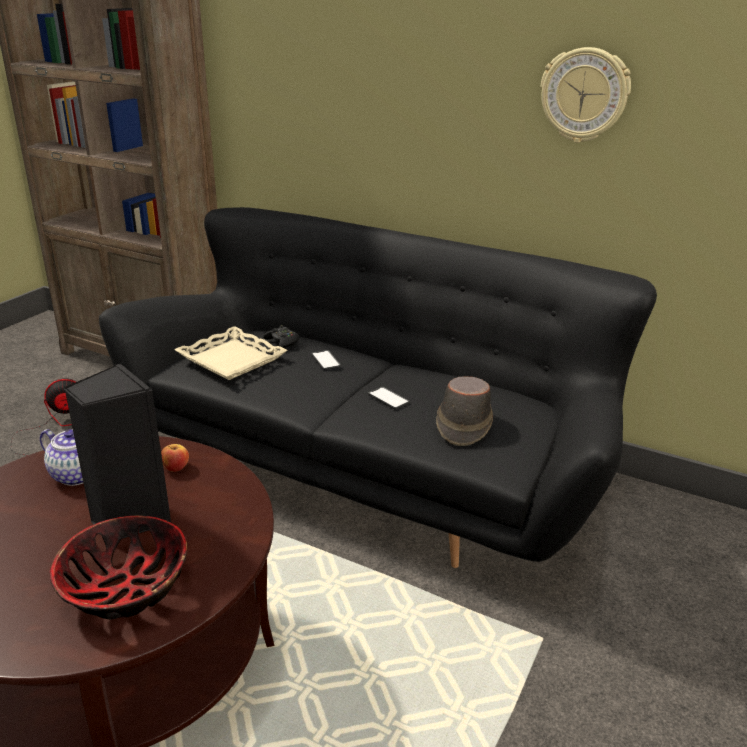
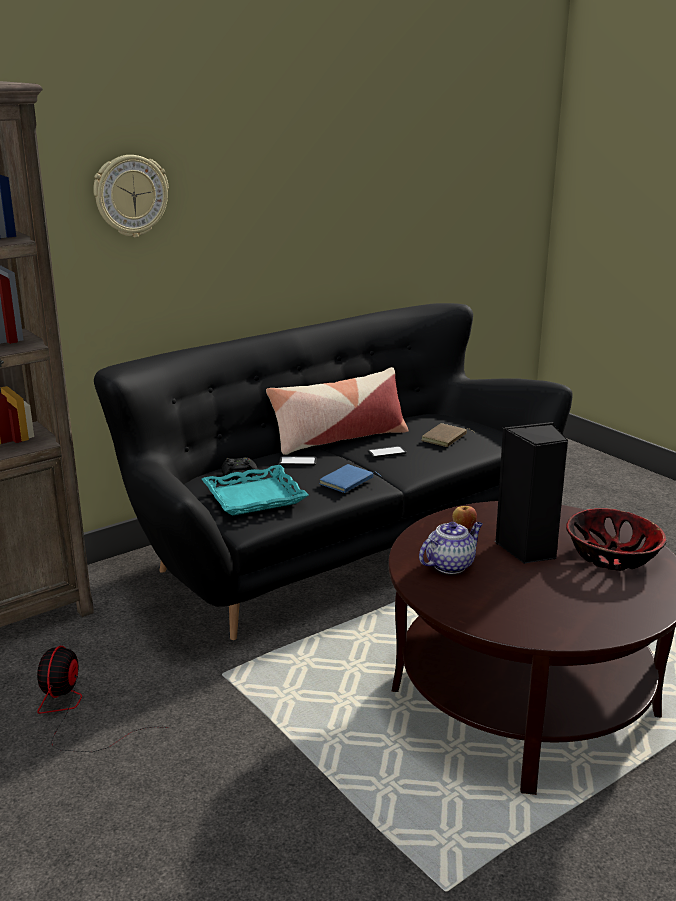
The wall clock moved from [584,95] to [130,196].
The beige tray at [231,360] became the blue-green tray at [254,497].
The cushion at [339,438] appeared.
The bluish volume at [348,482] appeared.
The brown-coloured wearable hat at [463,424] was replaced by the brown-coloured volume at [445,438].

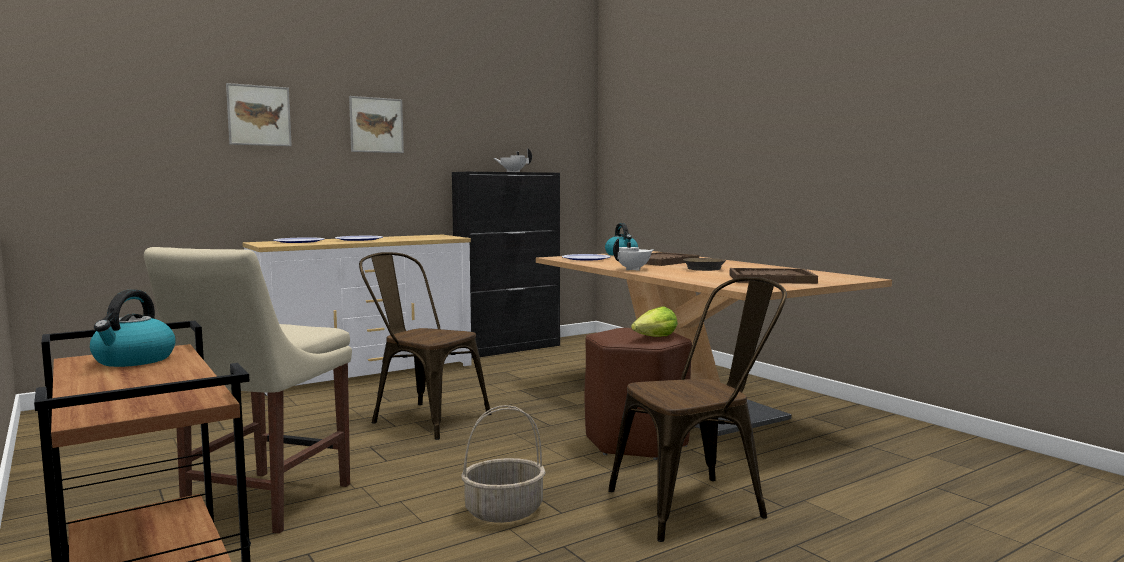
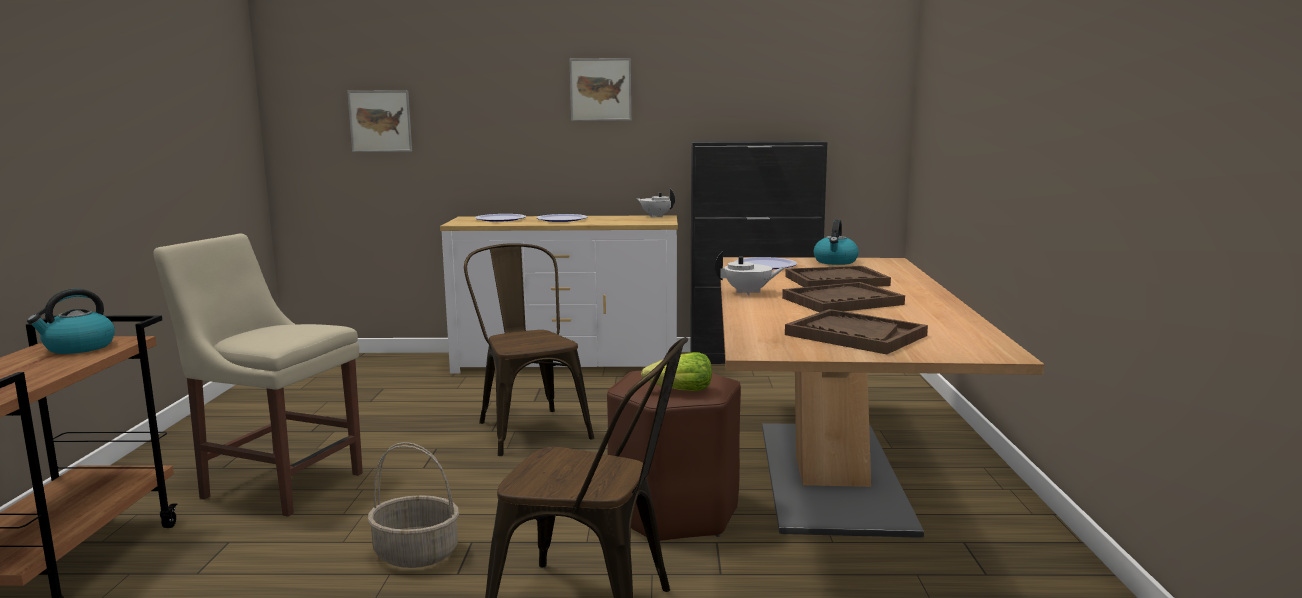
The beige upright chair at [263,504] turned 60 degrees clockwise.
The wall picture moved from [259,115] to [380,121].
The whitish teapot moved from [513,172] to [656,216].
The brown-coloured frying pan at [703,268] was replaced by the brown-coloured tray at [842,301].

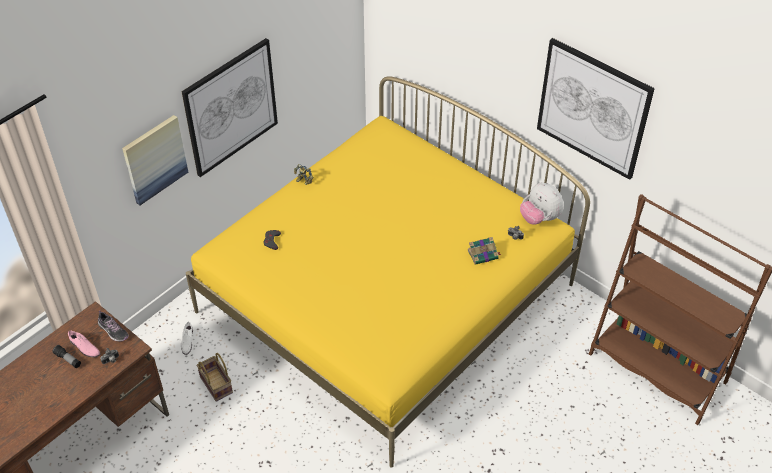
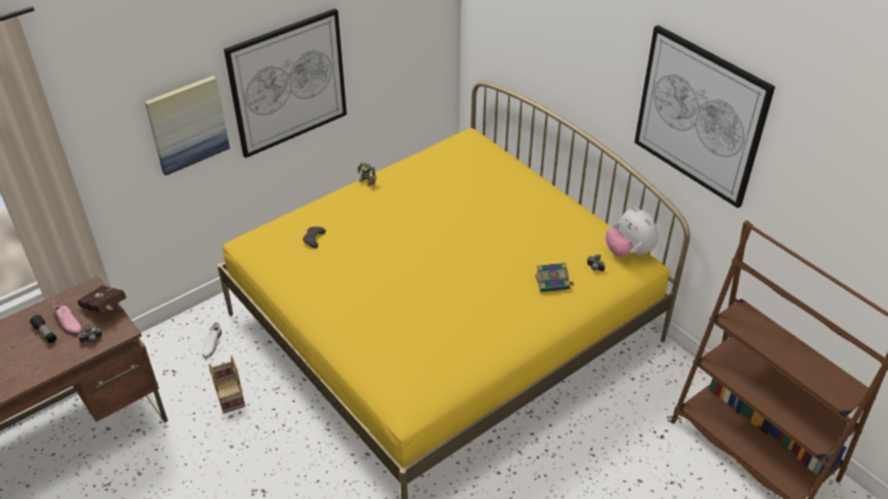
The shoe at [113,331] was replaced by the red-coloured volume at [105,309].

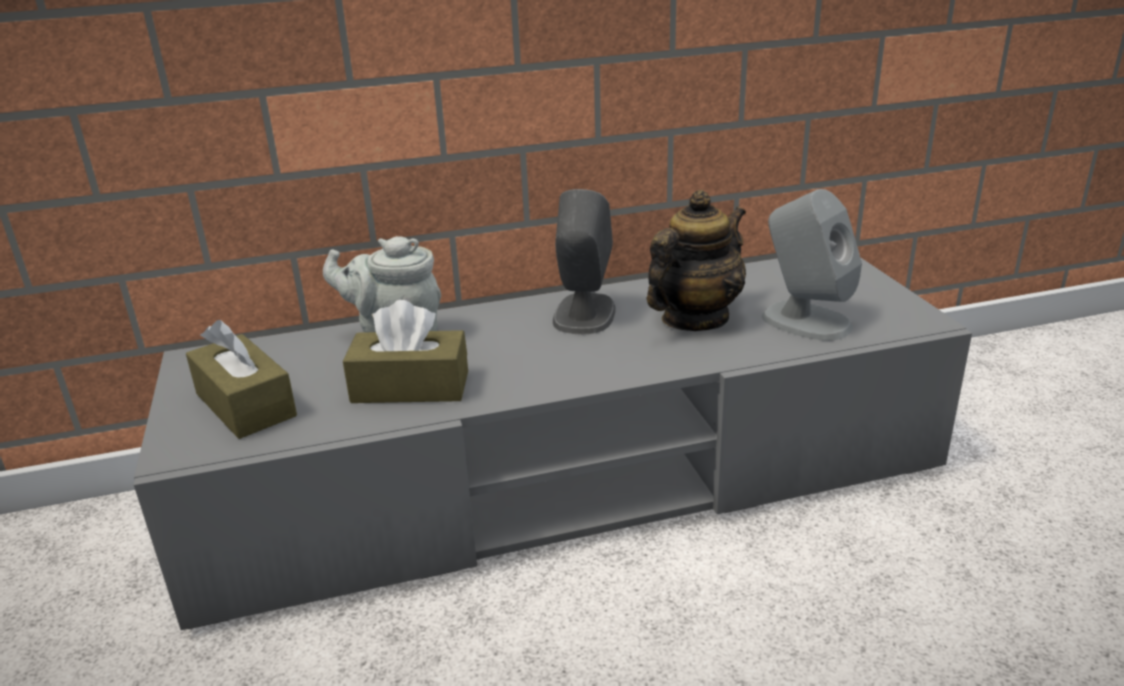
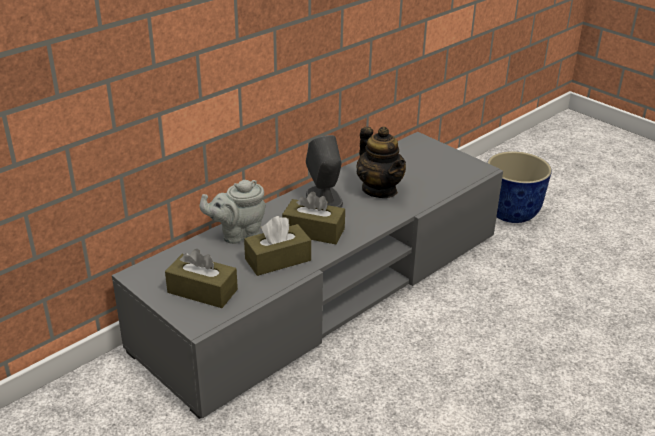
The brown-coloured box of tissues at [313,231] appeared.
The teapot at [694,319] turned 135 degrees clockwise.
The flower pot at [511,213] appeared.
The greyish audio speaker at [805,321] disappeared.

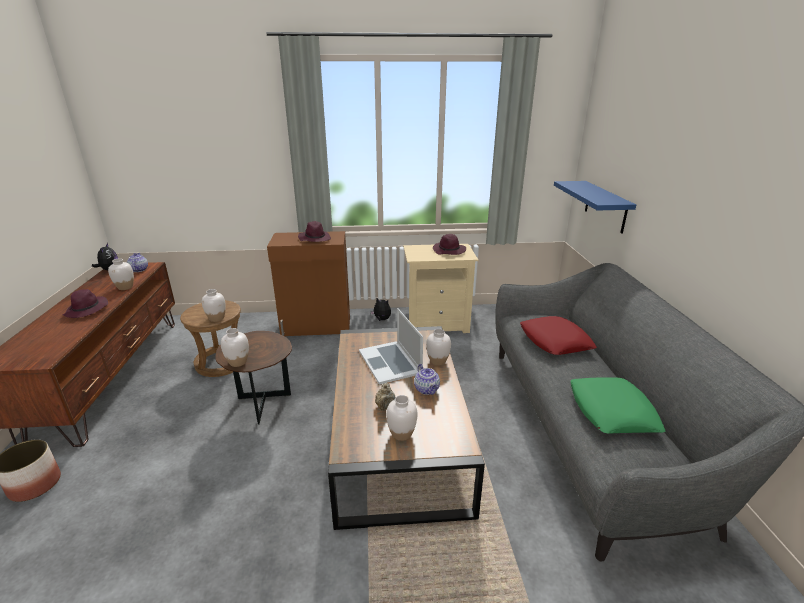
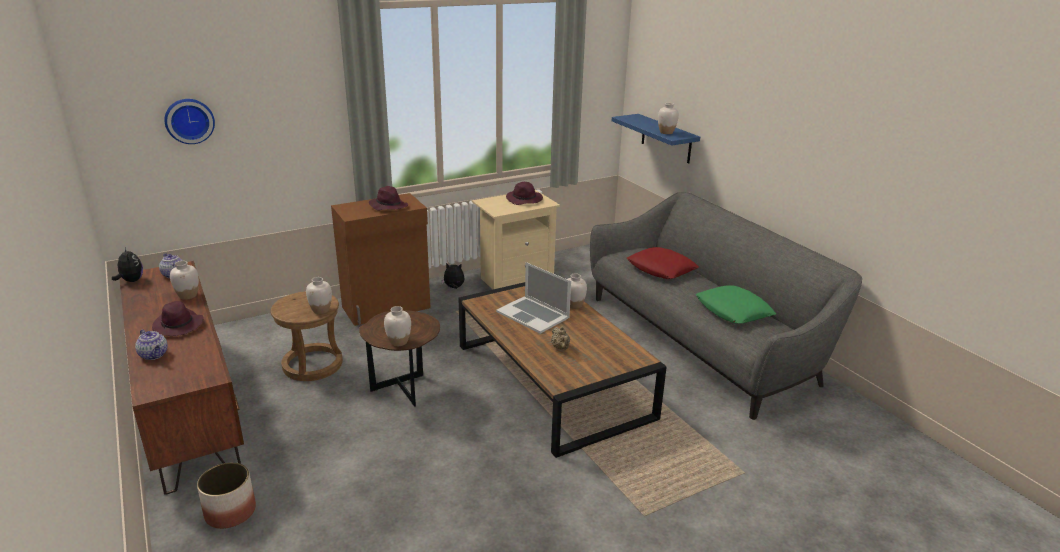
The teapot moved from [427,390] to [154,355].
The wall clock at [189,120] appeared.
The whitish decorative vase moved from [401,434] to [666,132].

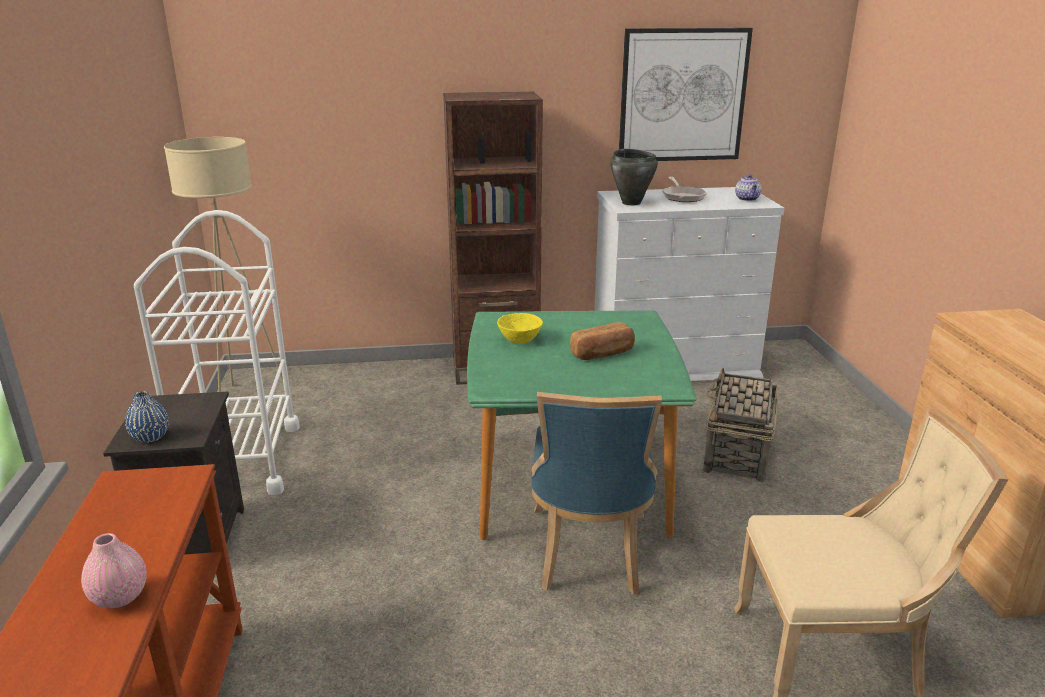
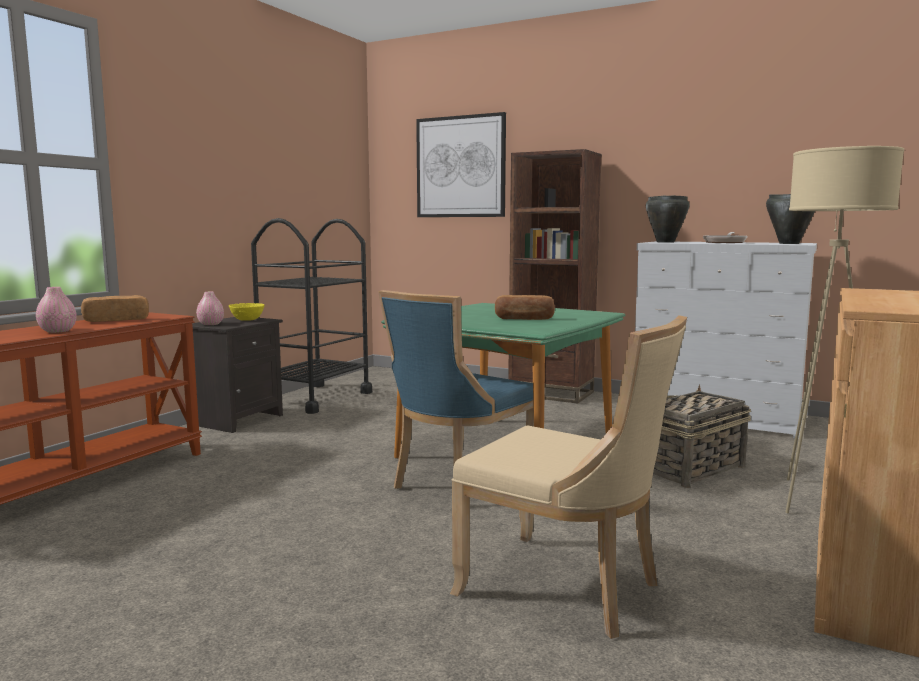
The bread at [116,320] appeared.
The bluish decorative vase at [150,437] became the pink-coloured decorative vase at [210,324].
The yellow bowl moved from [520,340] to [247,320].
The whitish cart at [240,460] became the black cart at [315,398].
The wall picture moved from [682,96] to [460,167].
The teapot at [747,199] was replaced by the black saucepot at [789,243].
The beige standing lamp moved from [246,400] to [815,499].

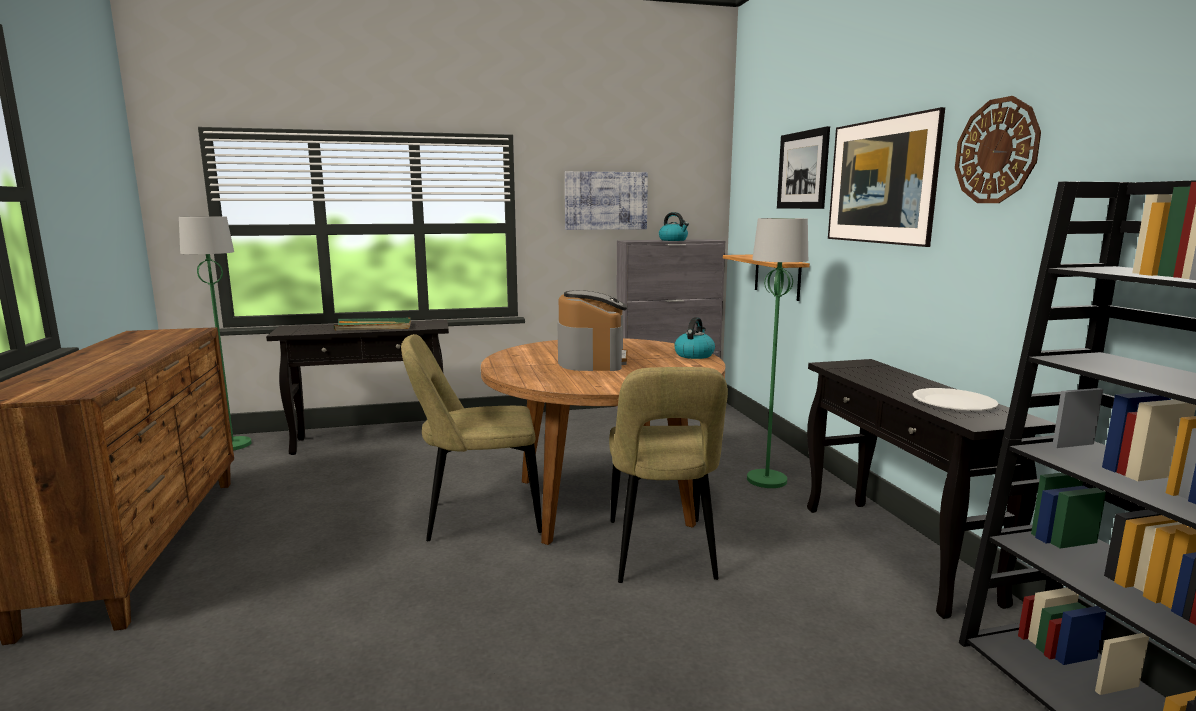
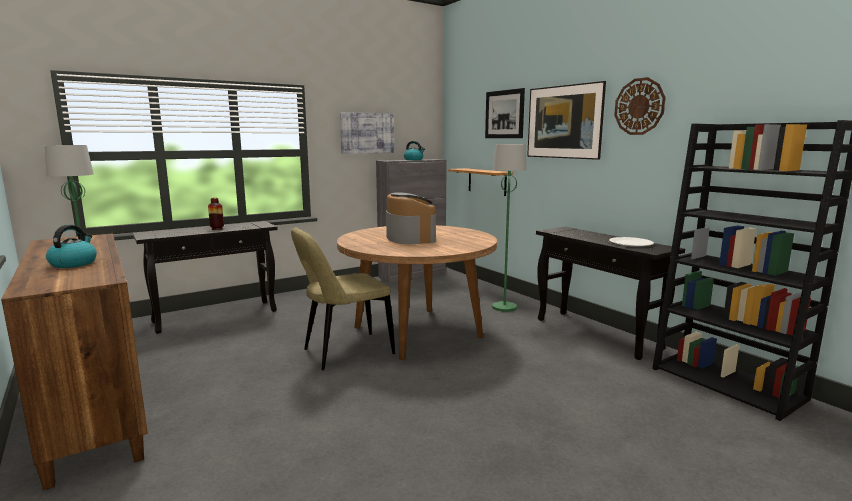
The water kettle moved from [694,355] to [74,263].
The greenish tray at [374,327] was replaced by the decorative vase at [217,229].
The beige upright chair at [661,553] disappeared.

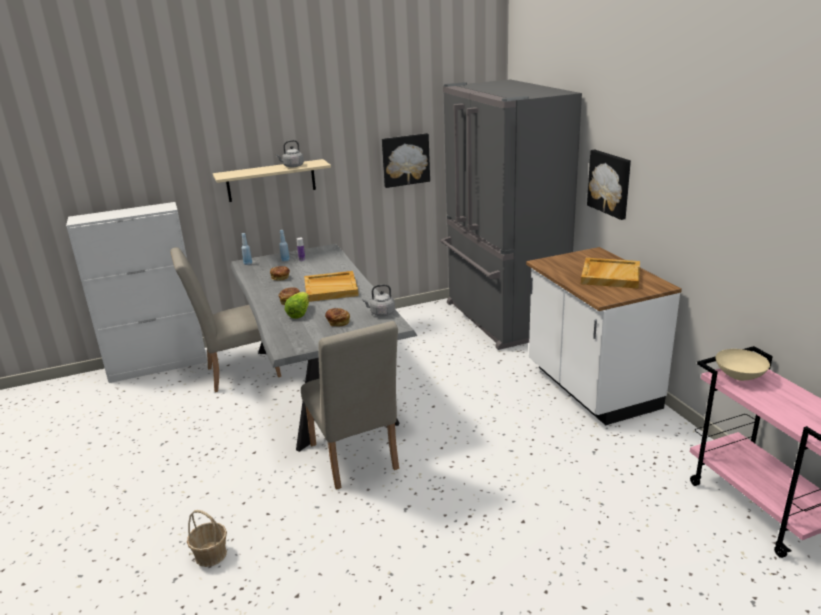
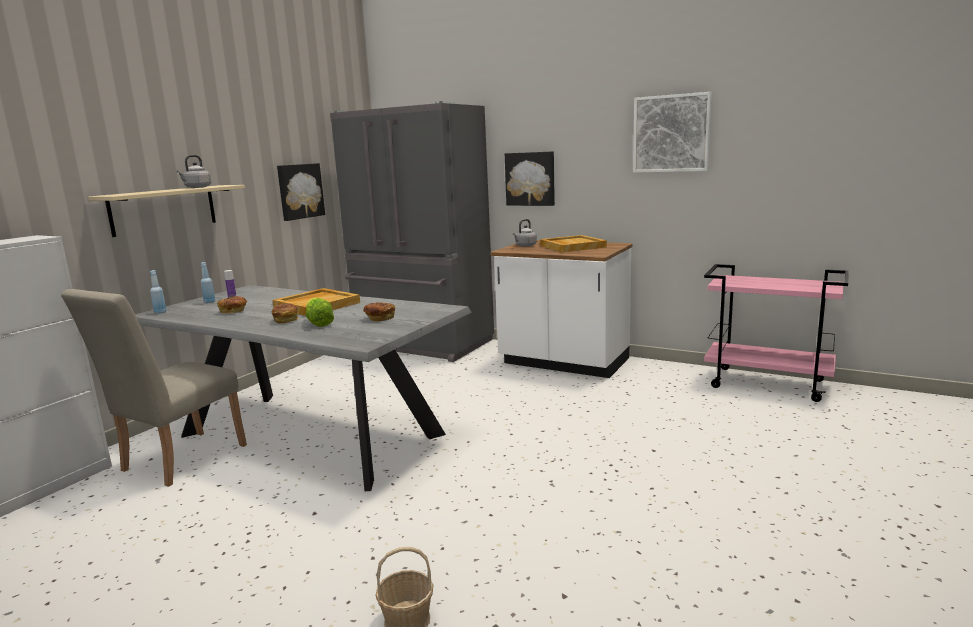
The greyish water kettle moved from [381,313] to [525,246].
The wall picture at [671,133] appeared.
The beige upright chair at [355,461] disappeared.
The beige bowl at [738,376] disappeared.

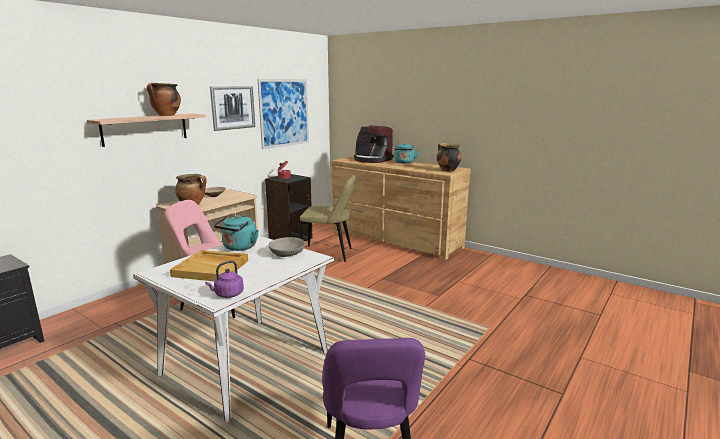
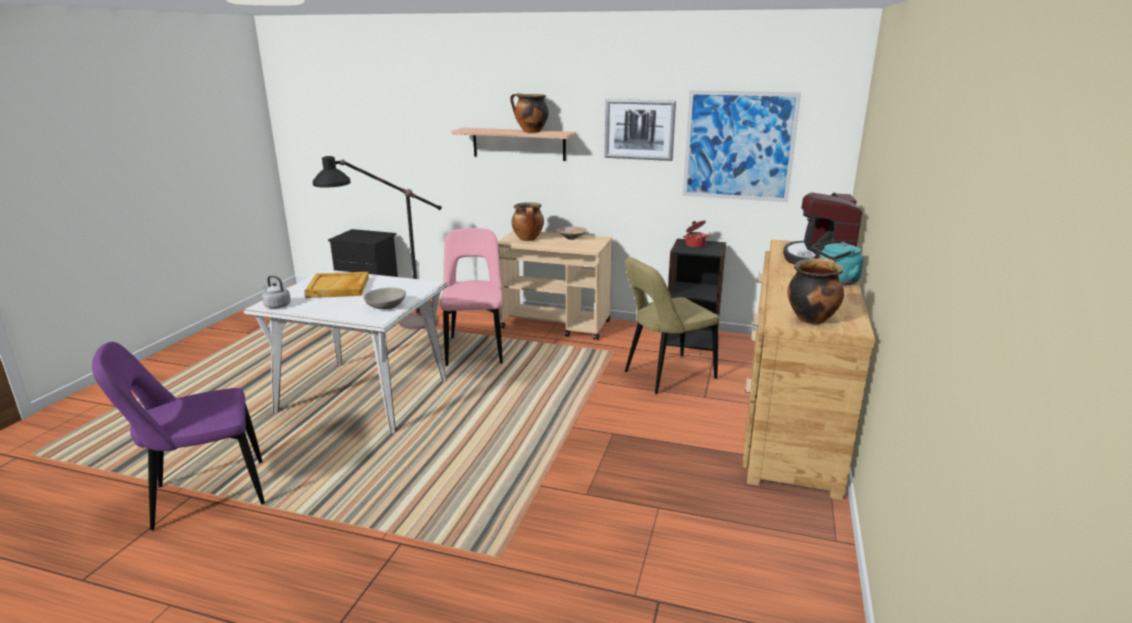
The purple water kettle at [227,294] became the greyish water kettle at [276,305].
The black standing lamp at [392,328] appeared.
The beige upright chair at [329,254] turned 75 degrees clockwise.
The blue-green water kettle at [239,247] disappeared.

